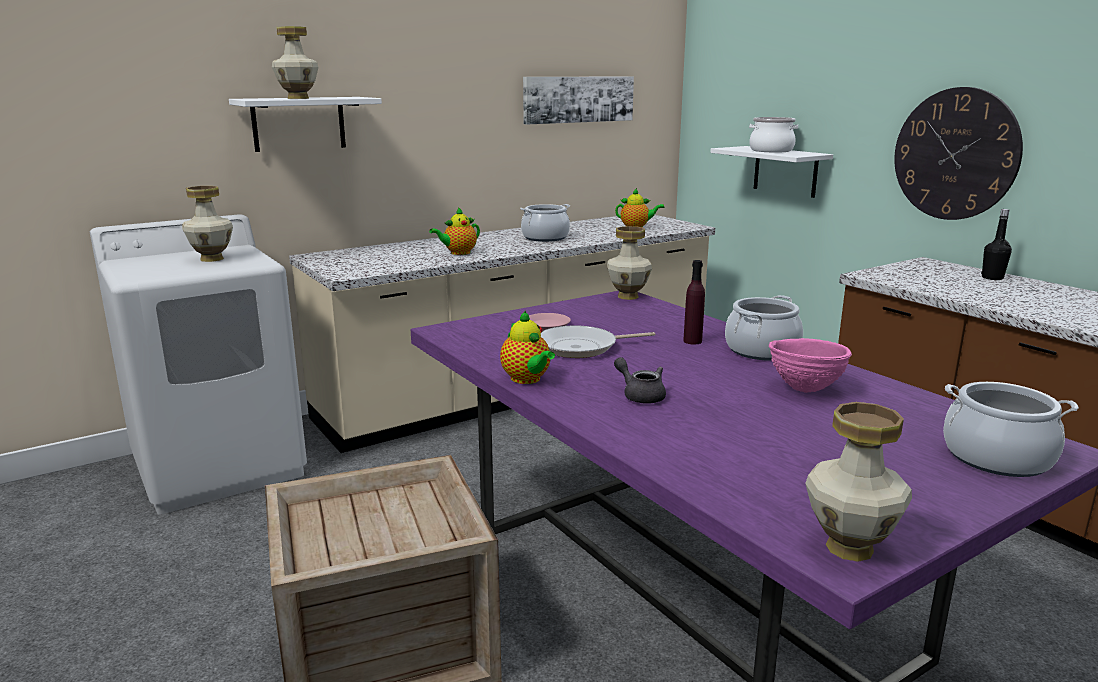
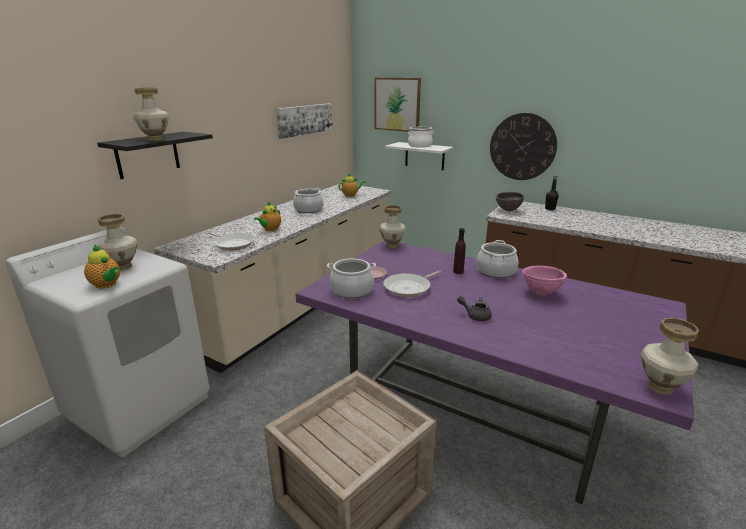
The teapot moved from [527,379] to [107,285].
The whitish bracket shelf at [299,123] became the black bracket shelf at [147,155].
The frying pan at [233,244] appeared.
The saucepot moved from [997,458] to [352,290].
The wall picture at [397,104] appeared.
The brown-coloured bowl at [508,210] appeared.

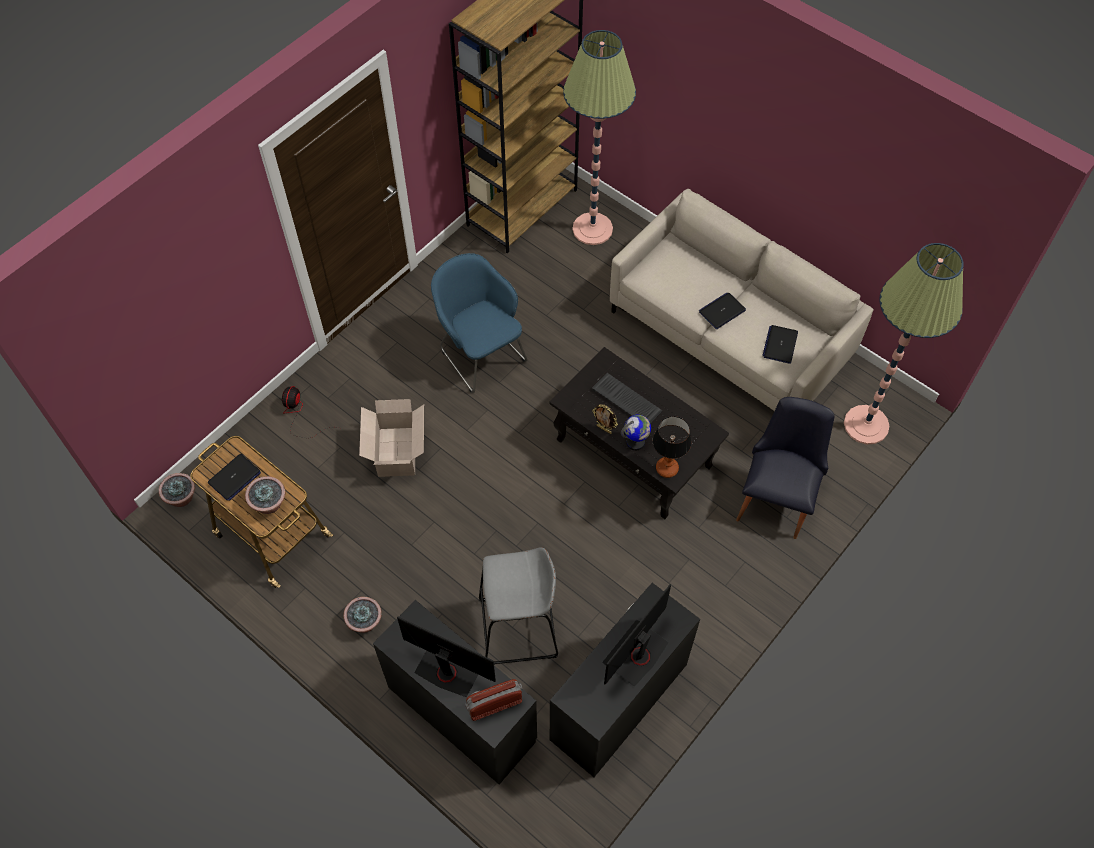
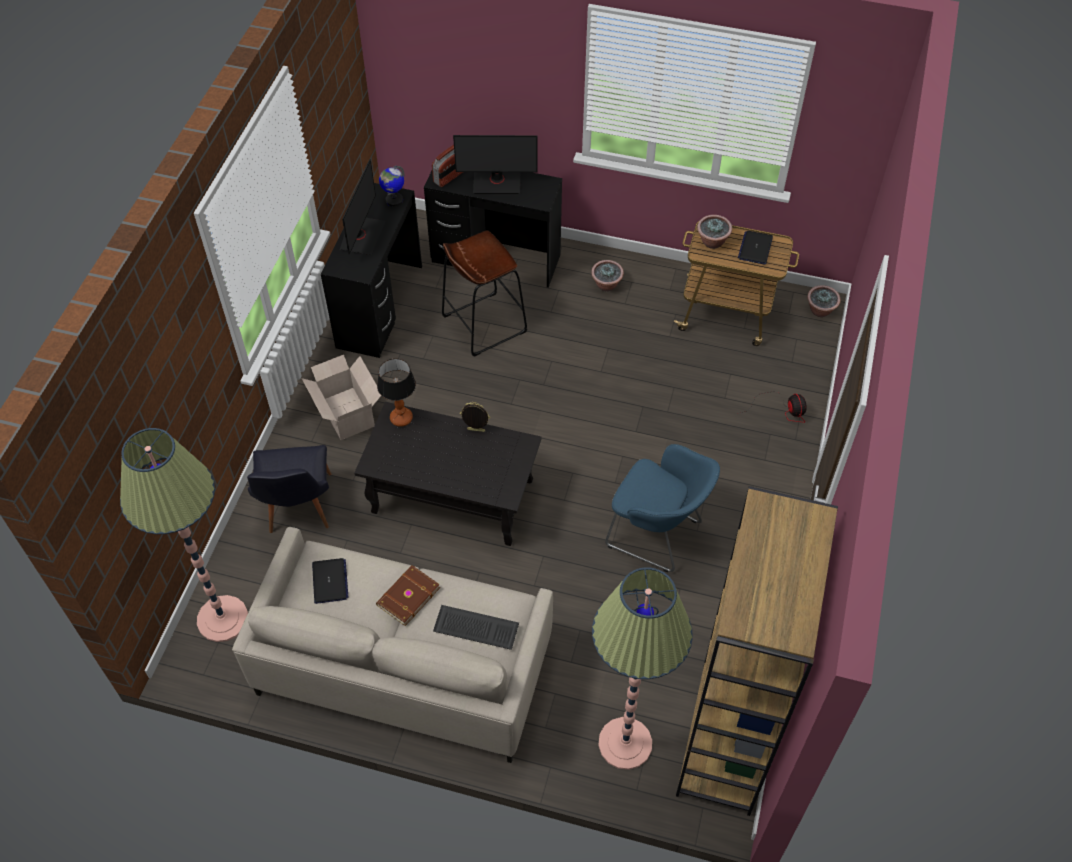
The cardboard box moved from [396,453] to [347,412].
The portable computer at [722,311] was replaced by the brown-coloured volume at [407,596].
The world globe moved from [635,442] to [394,200].
The PC keyboard moved from [627,400] to [475,629].
The greyish sitting stool at [518,628] became the brown-coloured sitting stool at [484,324].

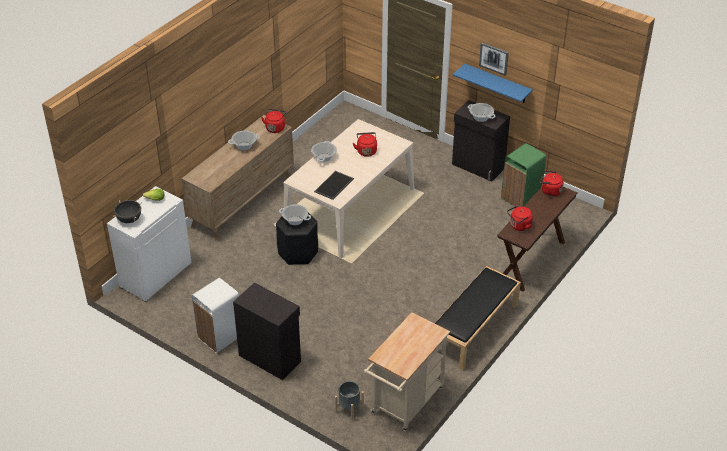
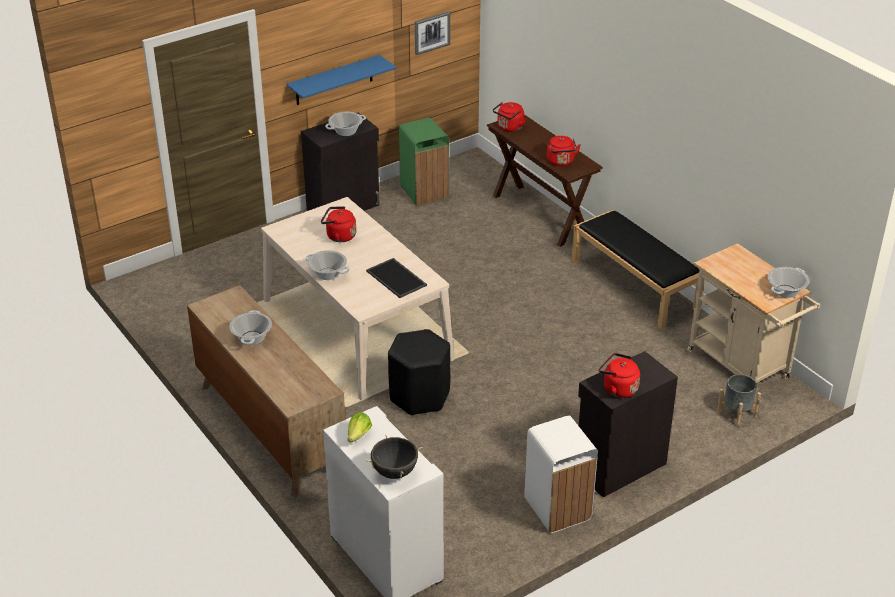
The wall picture moved from [494,58] to [431,32].
The red-coloured water kettle moved from [275,127] to [618,388].
The saucepot moved from [295,220] to [785,291].

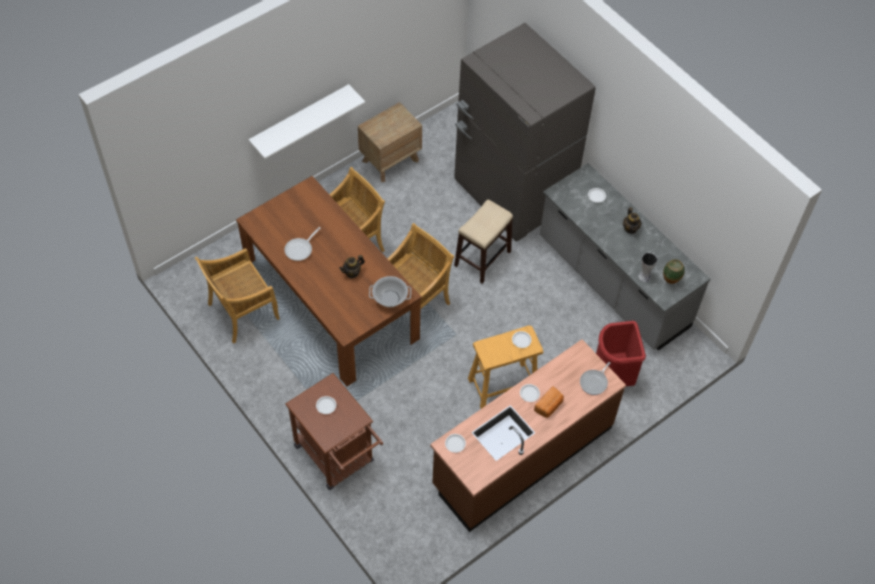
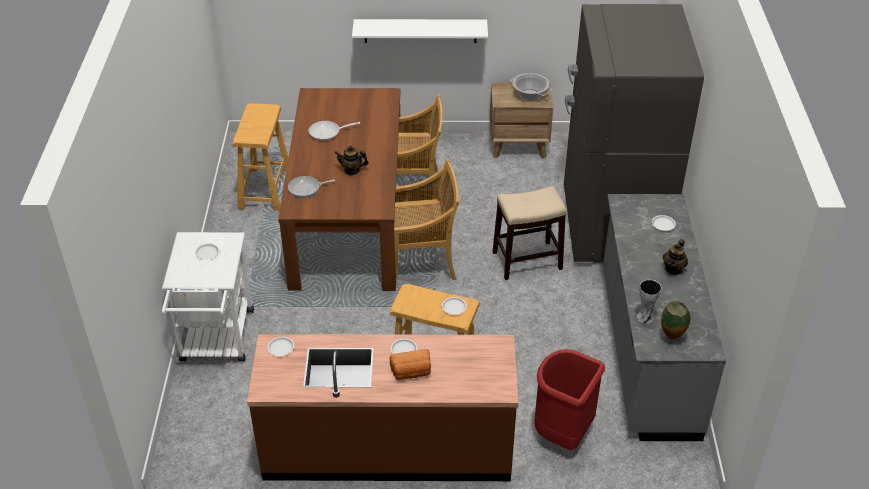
The brown-coloured cart at [338,458] became the whitish cart at [216,341].
The beige upright chair at [242,312] was replaced by the beige sitting stool at [265,189].
The frying pan moved from [594,382] to [306,189].
The saucepot moved from [390,298] to [530,95].

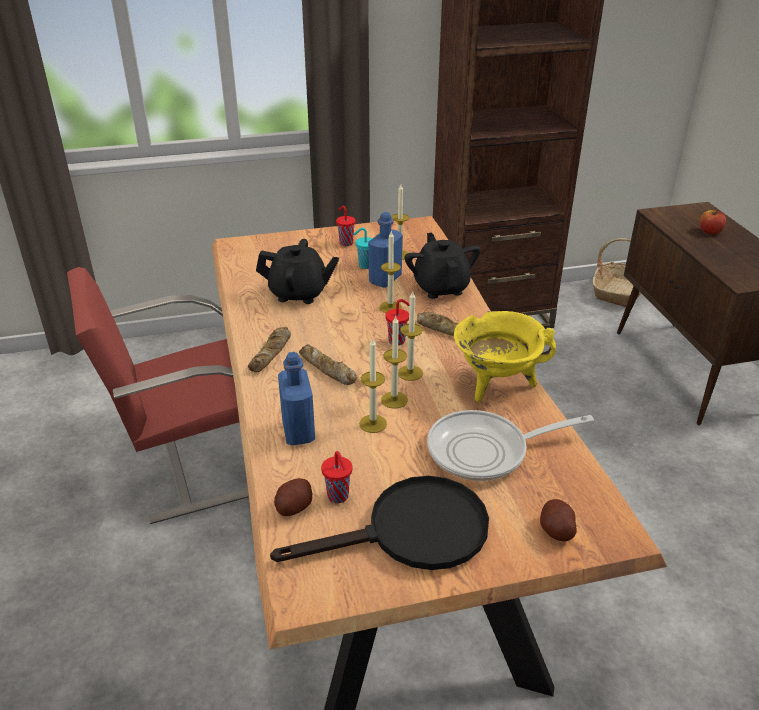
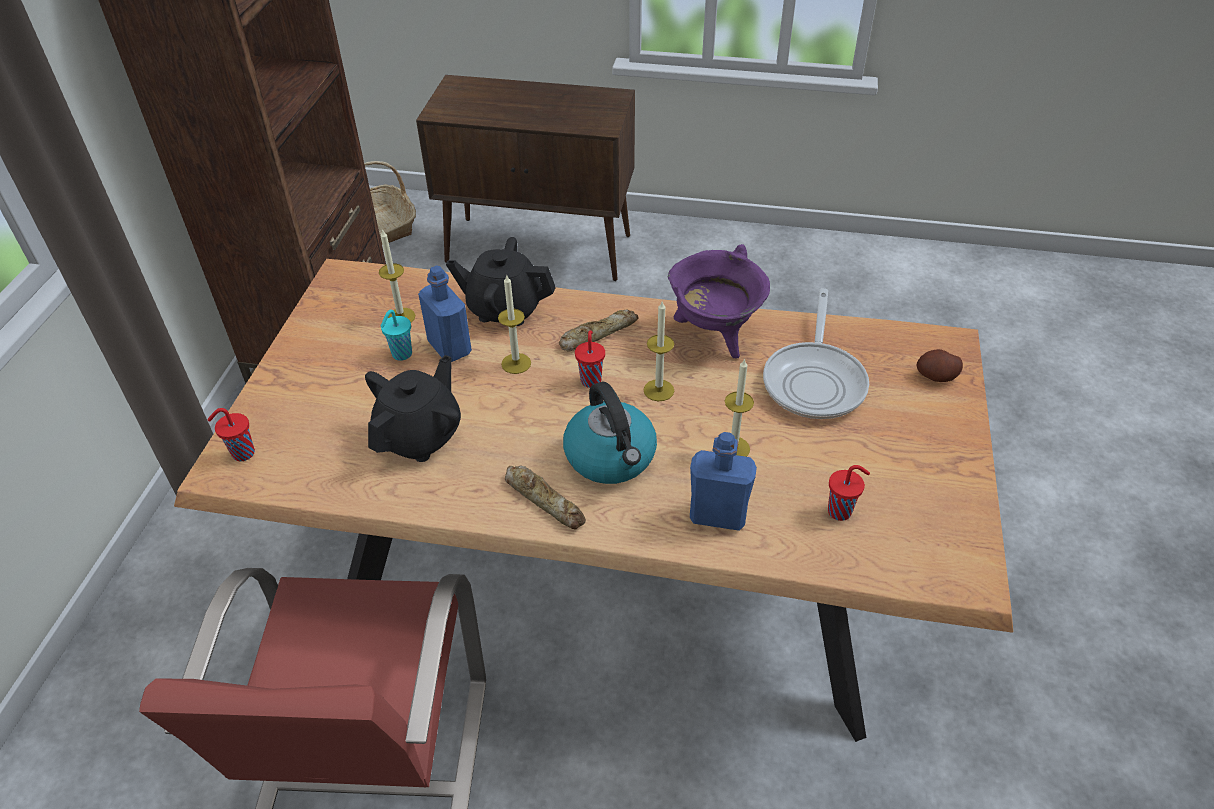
The red-coloured small cup moved from [345,243] to [241,454].
The bread at [327,369] was replaced by the water kettle at [611,457].
The yellow saucepot at [496,384] became the purple saucepot at [715,335].
The black frying pan at [411,533] disappeared.
The potato at [294,507] disappeared.
The wax candle at [394,400] disappeared.
The apple fruit at [709,231] disappeared.

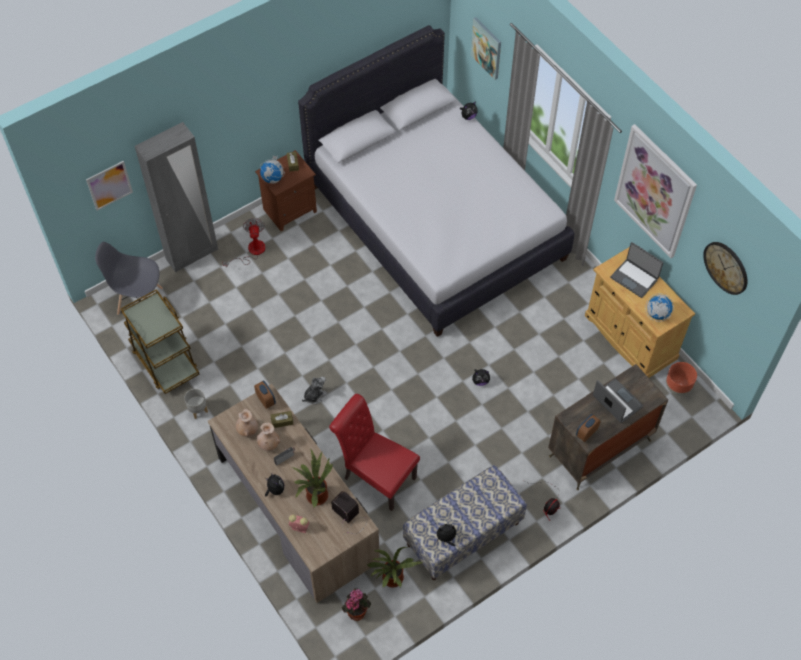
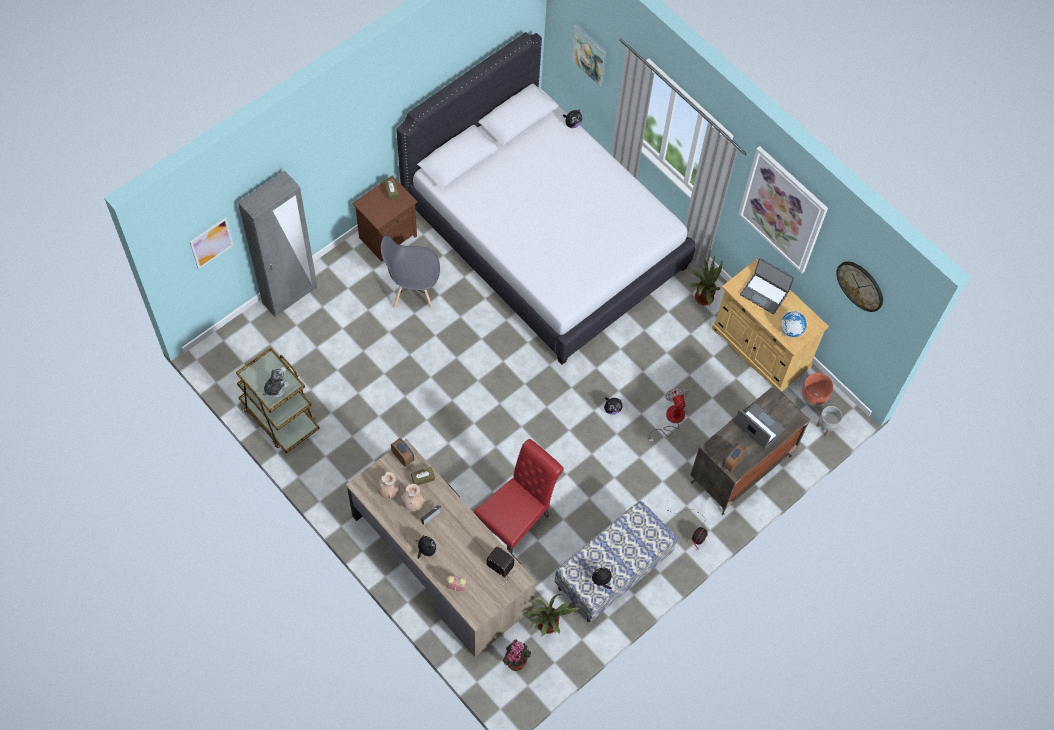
The plush toy moved from [314,395] to [275,387].
The greyish upright chair moved from [139,301] to [413,291].
The red-coloured upright chair at [375,476] turned 105 degrees clockwise.
The electric fan moved from [251,251] to [670,419].
The plant in a pot moved from [315,494] to [702,296].
The greyish flower pot moved from [197,410] to [826,427].
The world globe at [273,178] disappeared.

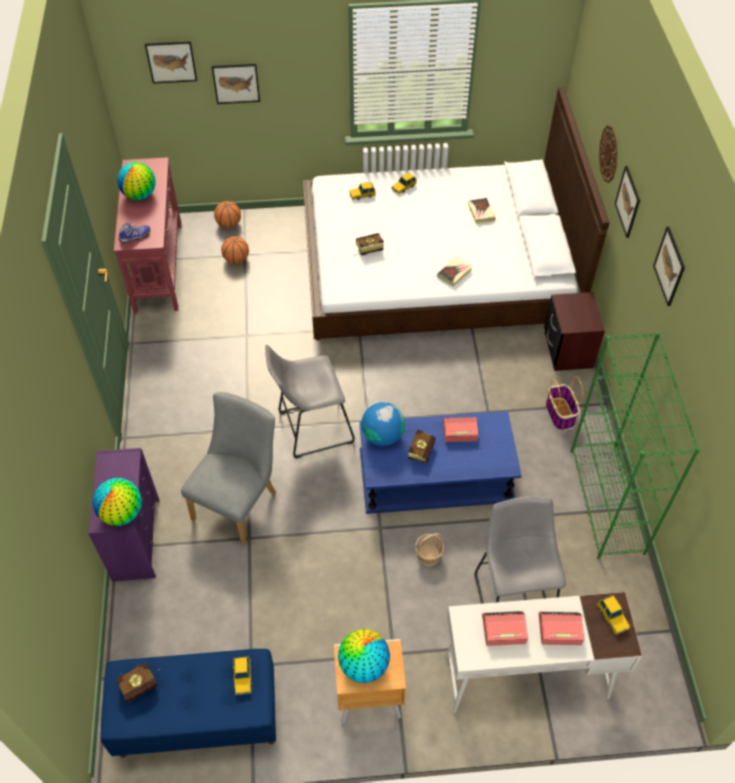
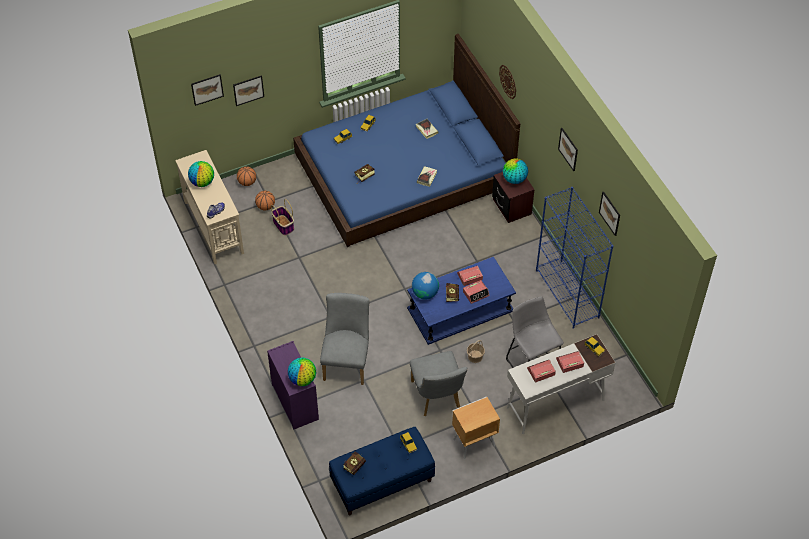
The red-coloured console table at [159,266] became the beige console table at [213,226].
The basket moved from [560,414] to [284,225].
The whitish bedroom bed at [437,264] became the bluish bedroom bed at [404,171].
The greyish upright chair at [437,398] appeared.
The bedside clock at [476,293] appeared.
The world globe moved from [363,665] to [514,179].
The greenish bookshelf at [607,501] became the bluish bookshelf at [567,294].
The wall picture moved from [628,201] to [610,213].
The greyish sitting stool at [311,428] disappeared.

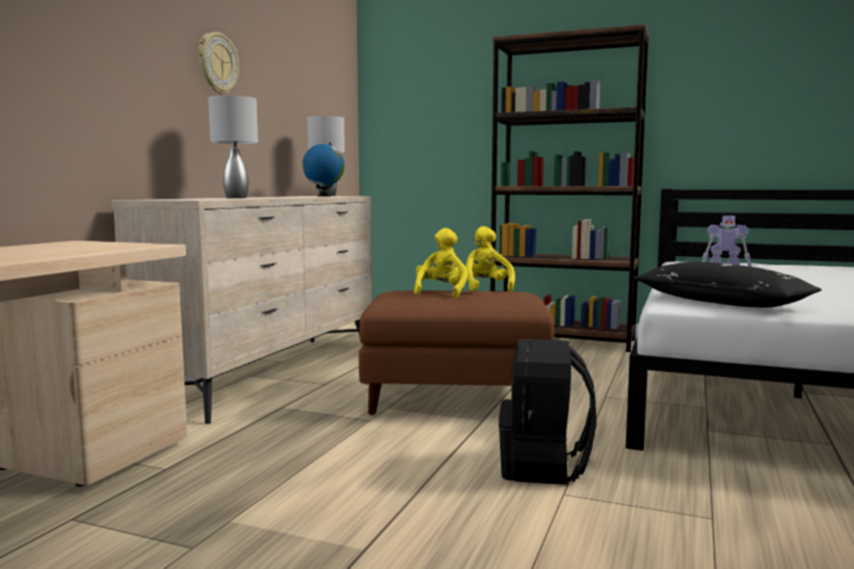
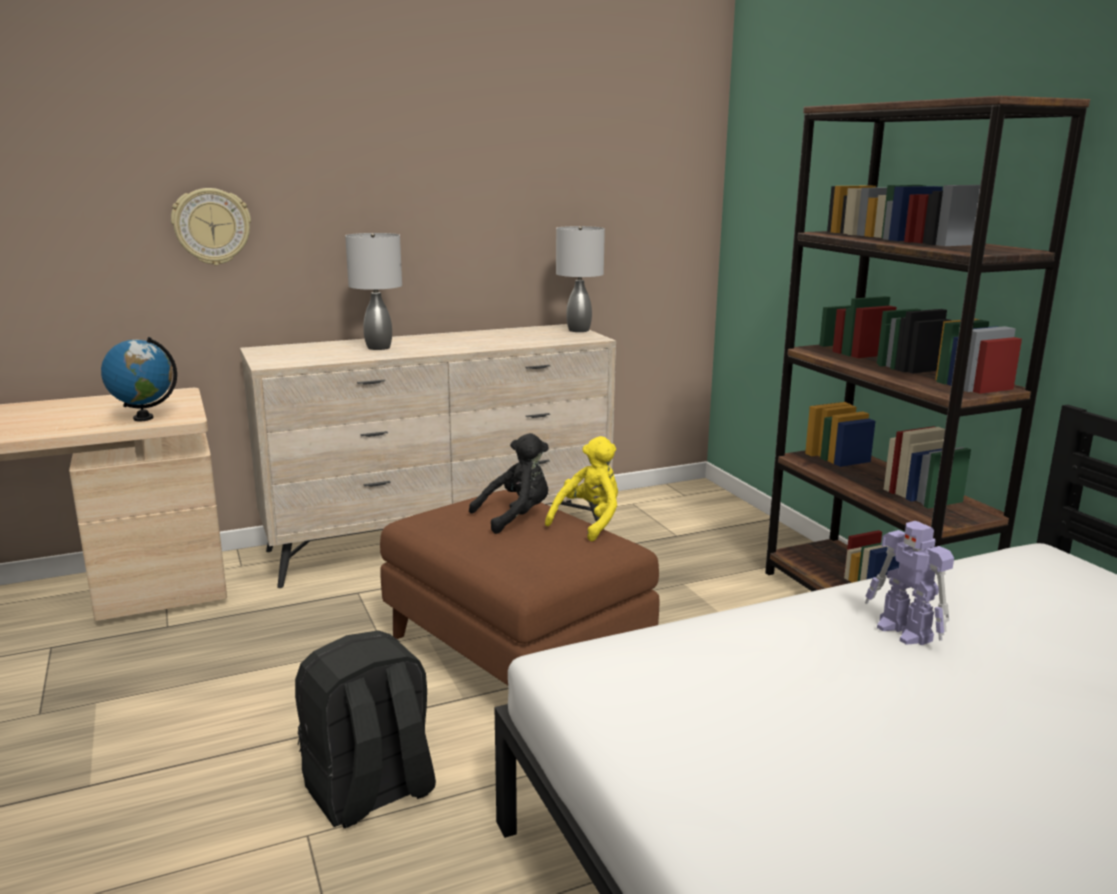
The world globe moved from [324,196] to [143,418].
The wall clock moved from [217,63] to [212,226].
The yellow plush toy at [441,293] became the black plush toy at [516,517].
The black cushion at [721,302] disappeared.

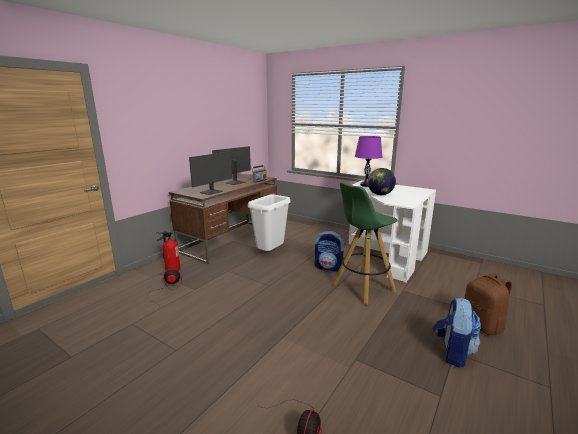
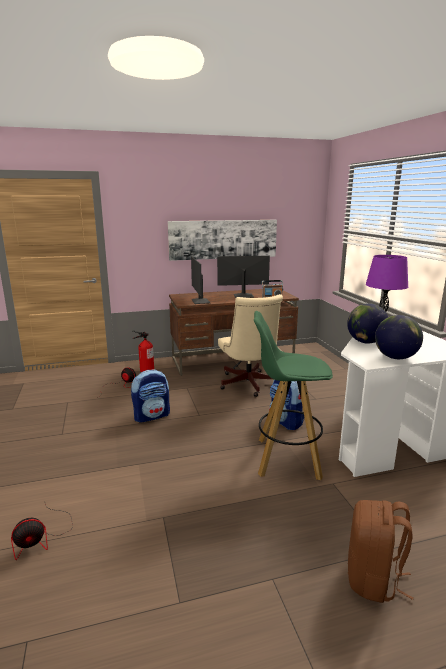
The knapsack moved from [452,352] to [152,416].
The wall picture at [223,239] appeared.
The computer display at [212,192] turned 90 degrees clockwise.
The whitish waste bin at [270,253] was replaced by the beige desk chair at [249,385].
The world globe at [395,358] appeared.

